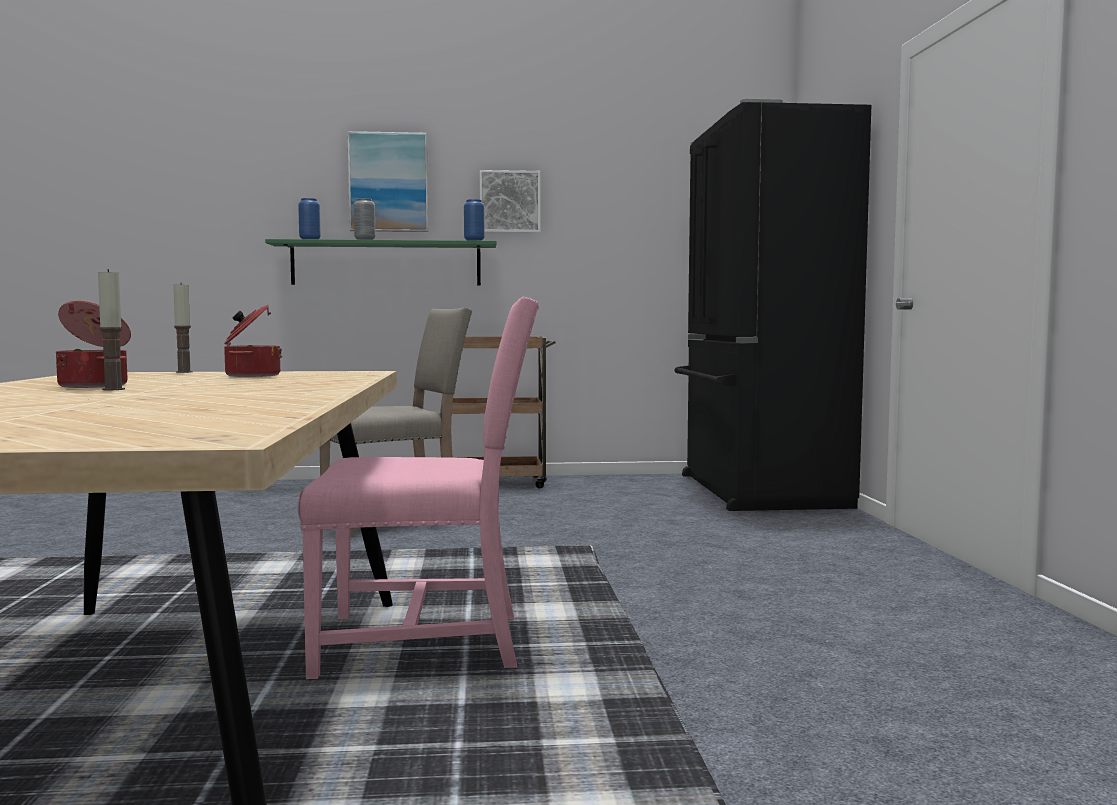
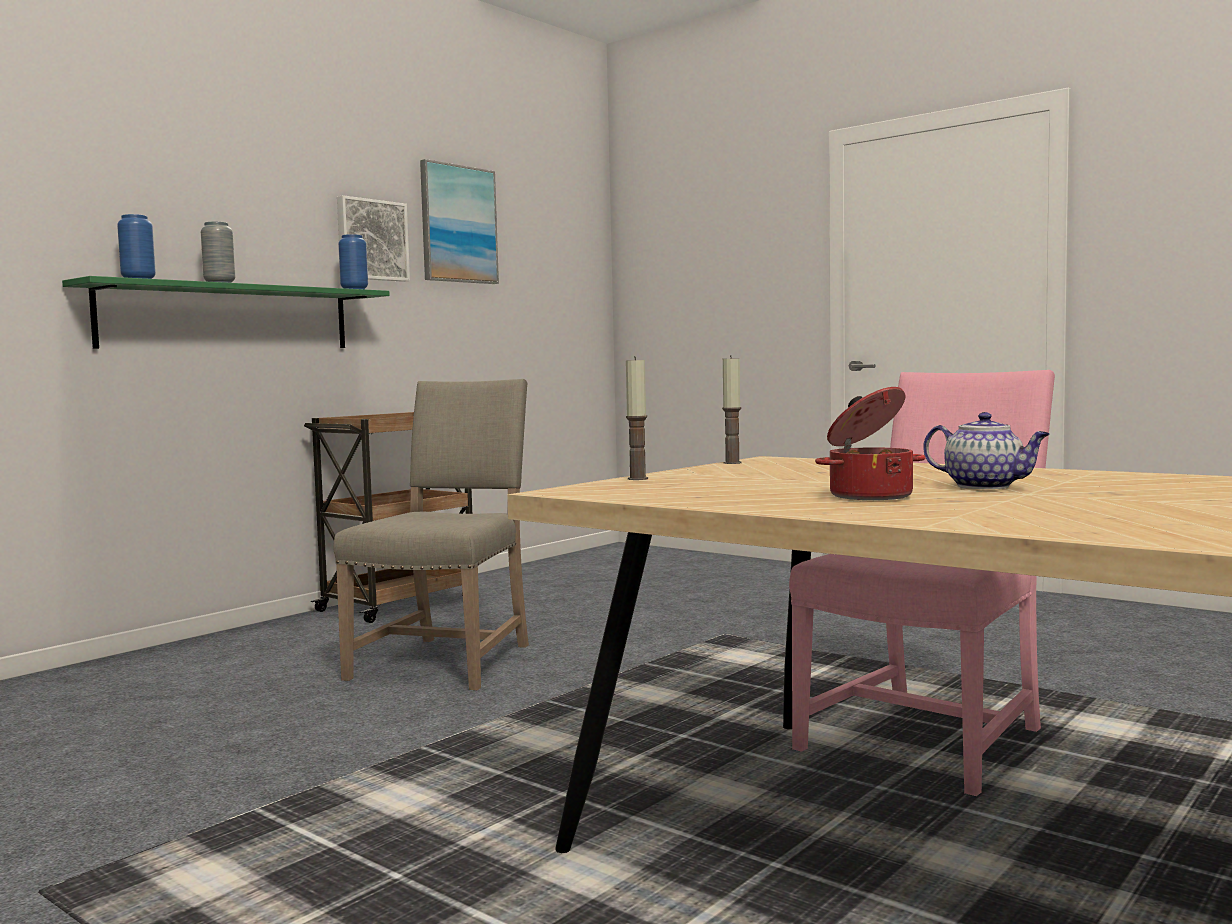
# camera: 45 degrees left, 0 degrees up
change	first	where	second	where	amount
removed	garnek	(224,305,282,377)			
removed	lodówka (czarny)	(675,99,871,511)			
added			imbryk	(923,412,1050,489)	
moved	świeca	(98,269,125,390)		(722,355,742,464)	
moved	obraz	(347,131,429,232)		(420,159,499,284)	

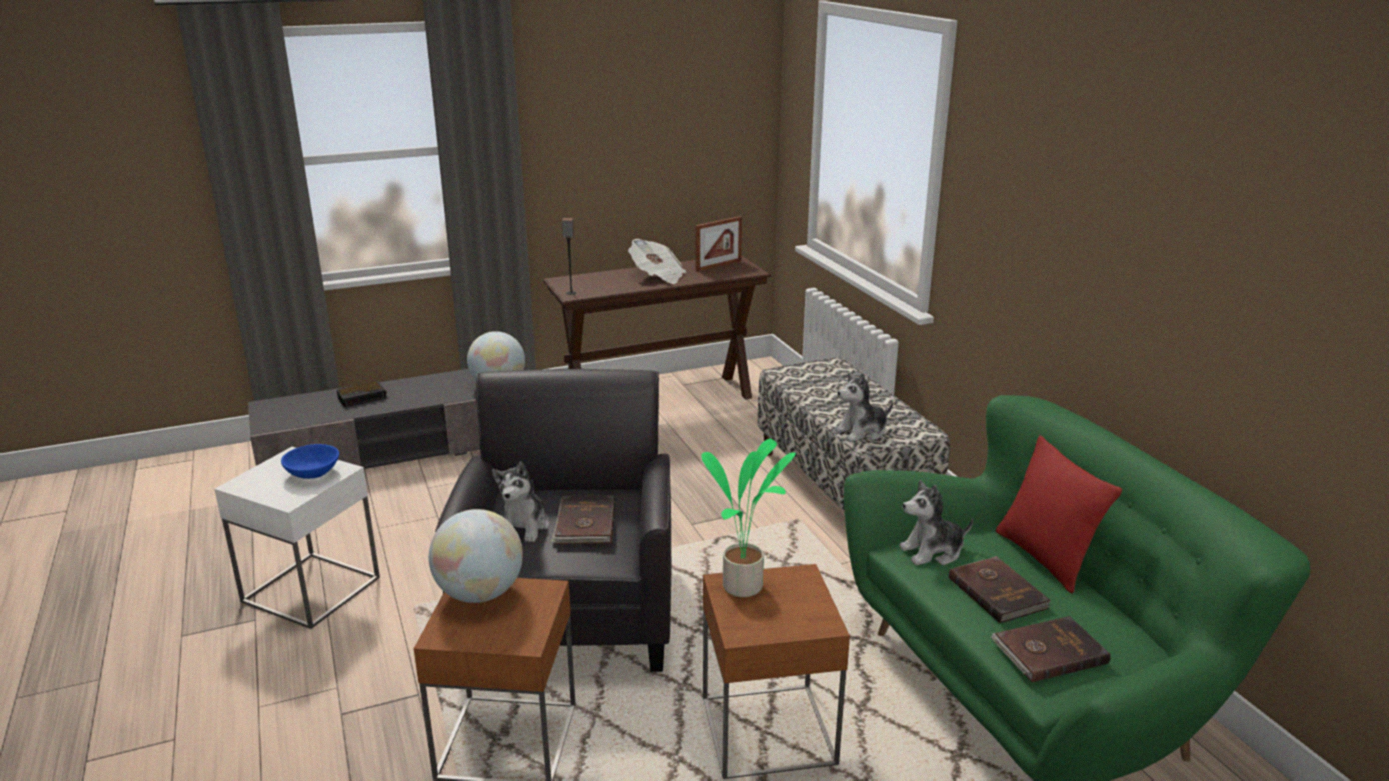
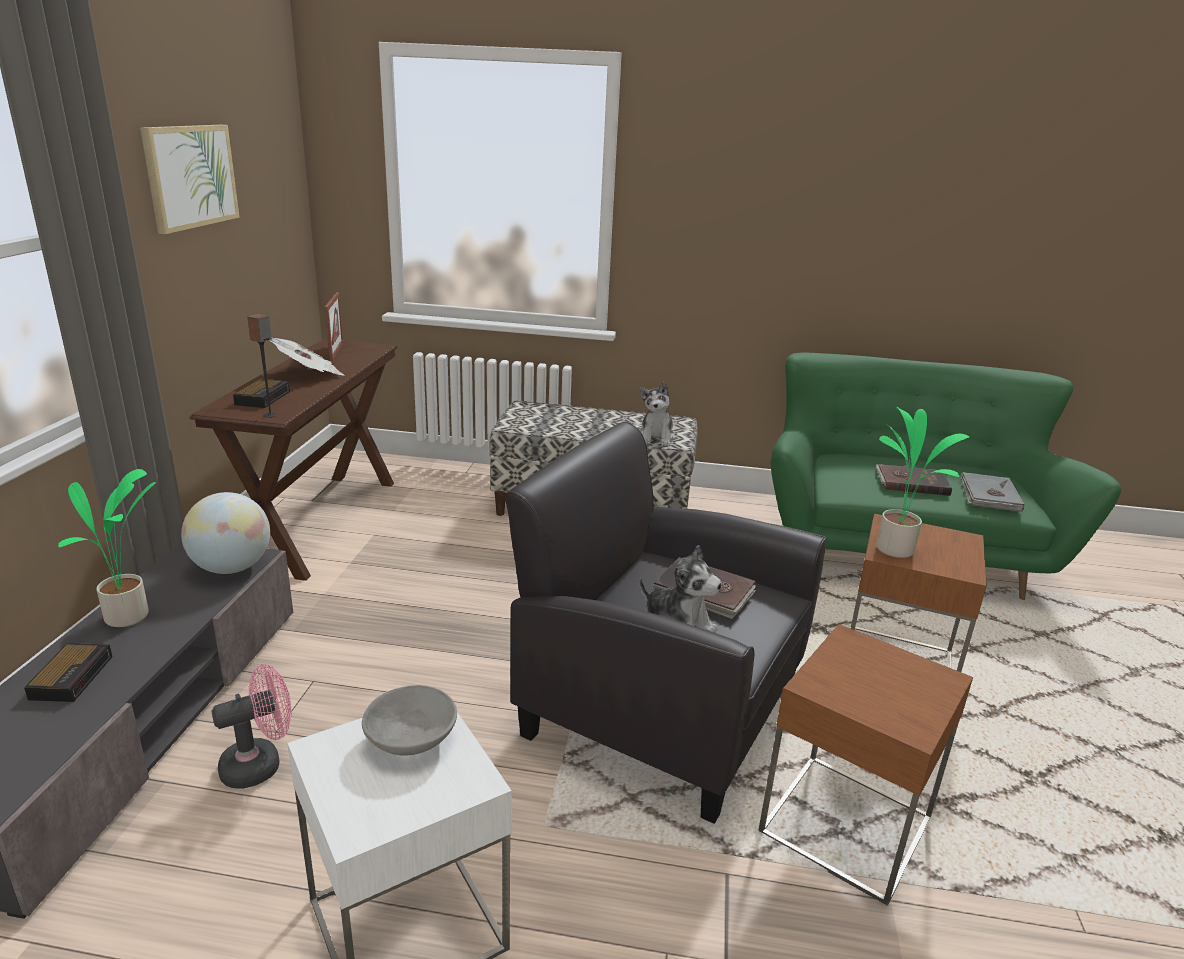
# camera: 60 degrees left, 0 degrees up
change	first	where	second	where	amount
removed	globus	(429,509,523,603)			
removed	pluszak	(899,480,974,565)			
removed	poduszka (czerwony)	(996,435,1123,594)			
added			roślina doniczkowa	(58,469,156,627)	
added			obraz	(140,125,240,234)	
added			wentylator (różowy)	(212,664,292,789)	
added			budzik	(233,379,290,408)	
recoloured	miska (niebieski)	(281,444,339,479)	miska (szary)	(362,685,457,755)	
recoloured	książka (brązowy)	(991,616,1111,683)	książka (szary)	(961,472,1024,512)	

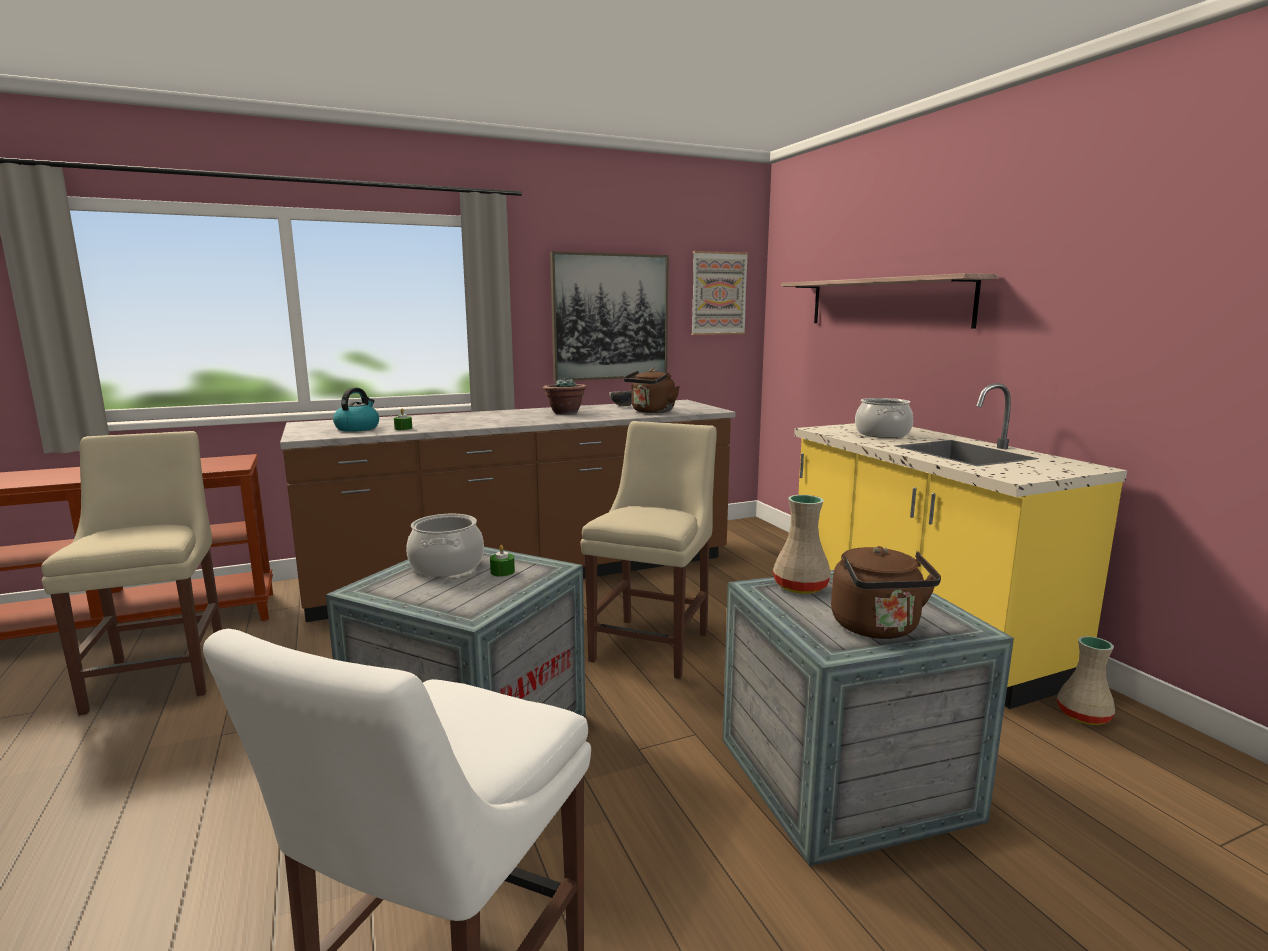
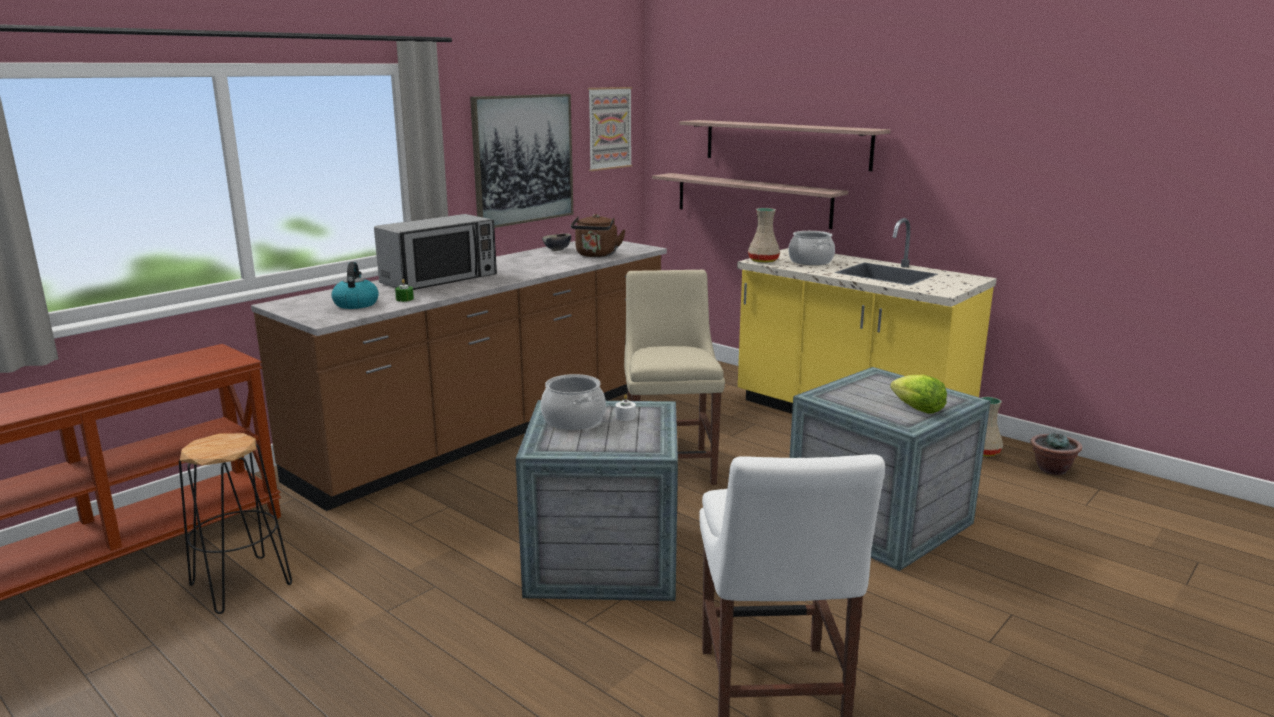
# camera: 25 degrees left, 5 degrees up
change	first	where	second	where	amount
added			mikrofalówka	(374,214,497,290)	
added			półka	(652,173,848,229)	
moved	roślina doniczkowa	(543,377,587,414)		(1030,432,1082,475)	
moved	wazon (beżowy)	(773,495,831,594)		(748,208,780,263)	
replaced	krzesło (beżowy)	(41,431,222,716)	stołek (czarny)	(179,433,292,614)	
replaced	czajnik (brązowy)	(831,546,941,639)	sałata	(890,375,947,414)	
recoloured	świeca (zielony)	(490,545,515,577)	świeca (biały)	(616,394,636,421)	

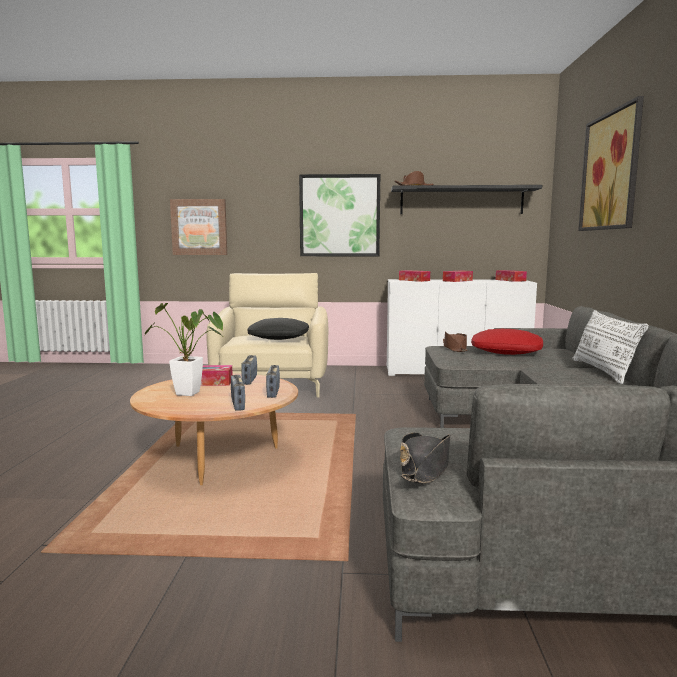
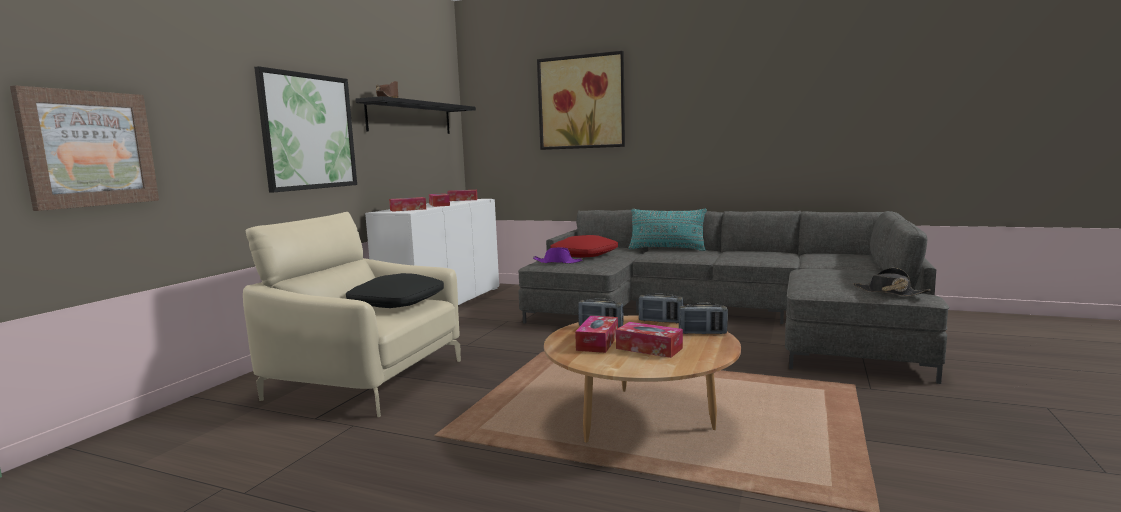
# camera: 70 degrees left, 0 degrees up
change	first	where	second	where	amount
replaced	roślina doniczkowa	(145,303,223,396)	pudełko chusteczek	(616,322,683,358)	
recoloured	kapelusz (brązowy)	(443,332,467,352)	kapelusz (fioletowy)	(533,247,583,264)	
recoloured	poduszka (biały)	(572,310,649,384)	poduszka (turkusowy)	(629,209,707,251)	

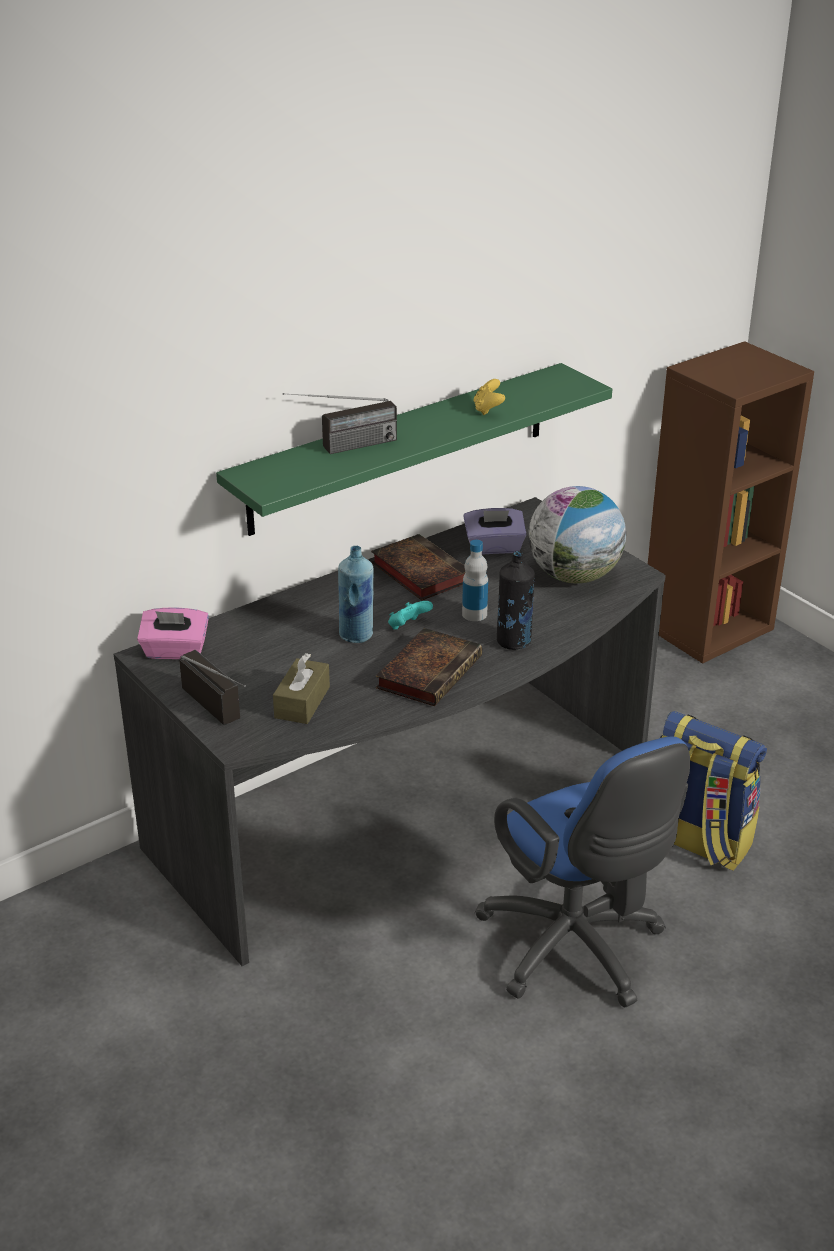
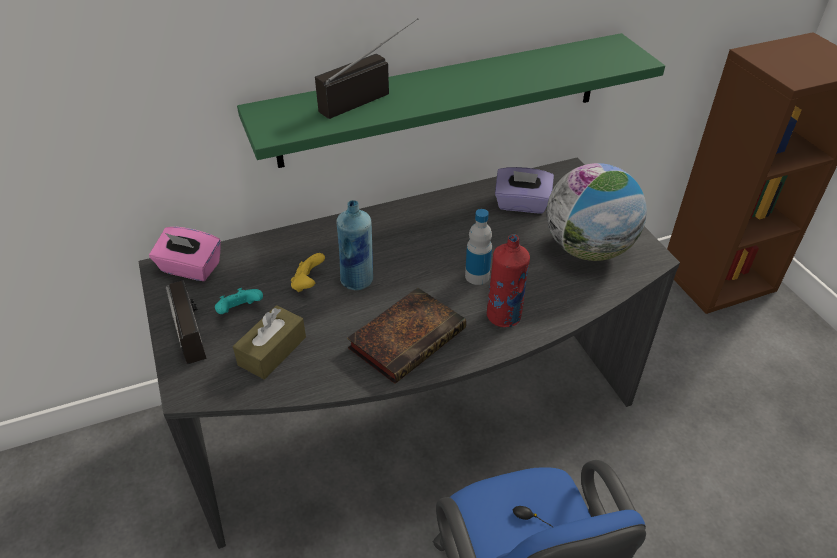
# camera: 15 degrees right, 10 degrees up
change	first	where	second	where	amount
removed	książka	(371,534,465,600)			
removed	plecak	(661,711,767,871)			
moved	pad do gier (turkusowy)	(388,601,433,630)		(215,288,263,314)	
moved	pad do gier (żółty)	(473,379,505,415)		(291,253,325,292)	
recoloured	butelka (czarny)	(497,551,535,650)	butelka (czerwony)	(487,234,530,327)	
turned	radio	(283,393,397,454)		(315,18,419,119)	150 degrees clockwise

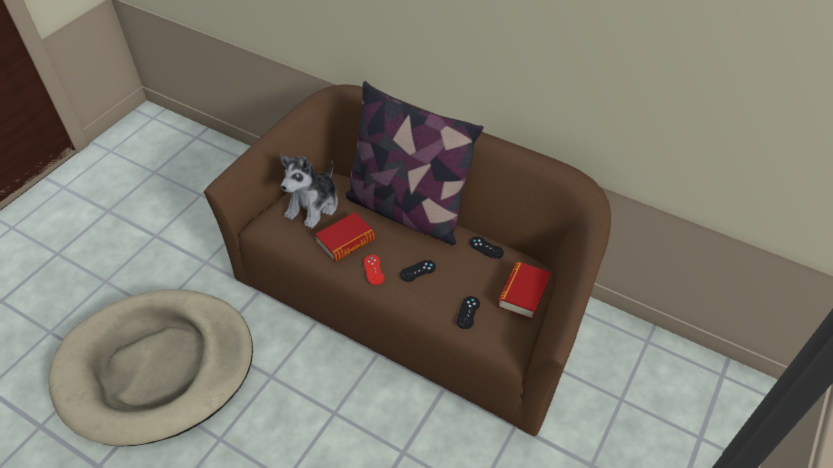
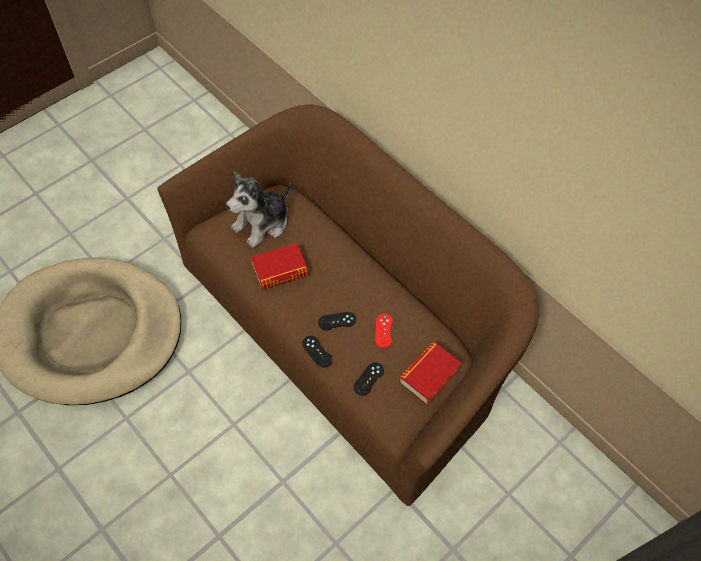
# camera: 15 degrees right, 10 degrees up
change	first	where	second	where	amount
removed	poduszka	(344,81,484,245)			
moved	pad do gier (czerwony)	(364,255,385,285)		(375,313,393,348)	
moved	pad do gier (czarny)	(470,237,504,259)		(302,336,332,368)	

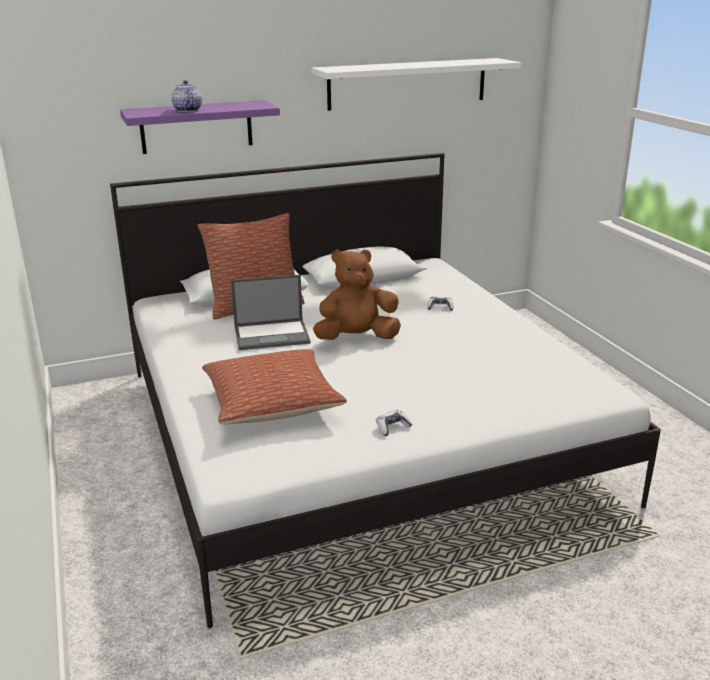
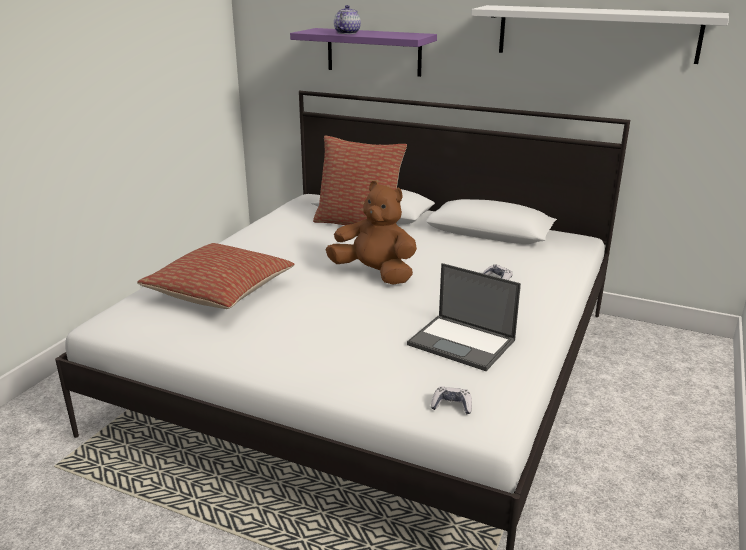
# camera: 45 degrees right, 0 degrees up
change	first	where	second	where	amount
moved	laptop	(231,275,310,350)		(407,263,521,371)	
moved	pad do gier	(376,410,413,436)		(431,386,472,414)	

